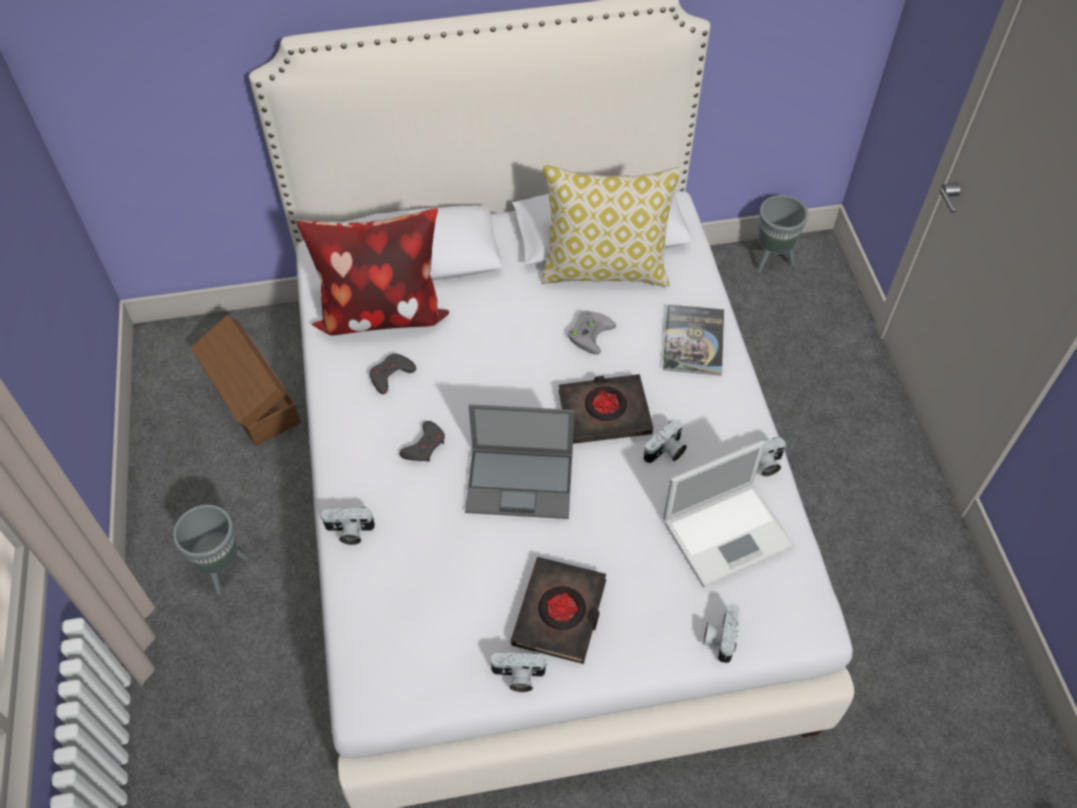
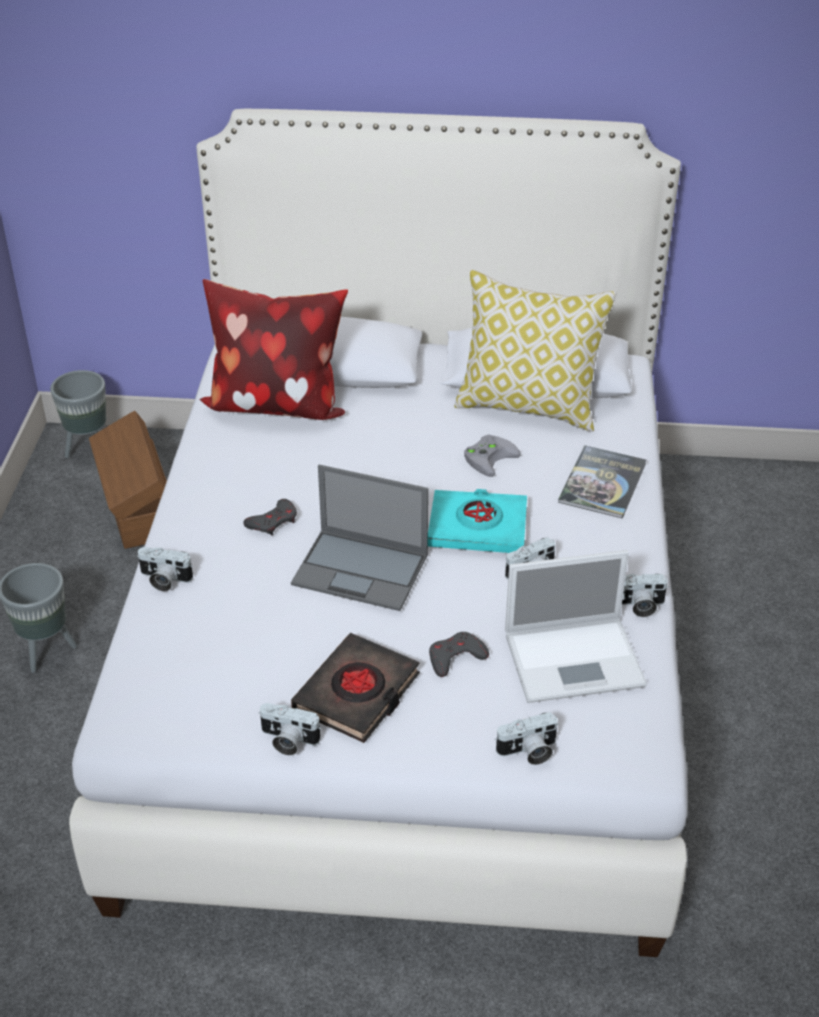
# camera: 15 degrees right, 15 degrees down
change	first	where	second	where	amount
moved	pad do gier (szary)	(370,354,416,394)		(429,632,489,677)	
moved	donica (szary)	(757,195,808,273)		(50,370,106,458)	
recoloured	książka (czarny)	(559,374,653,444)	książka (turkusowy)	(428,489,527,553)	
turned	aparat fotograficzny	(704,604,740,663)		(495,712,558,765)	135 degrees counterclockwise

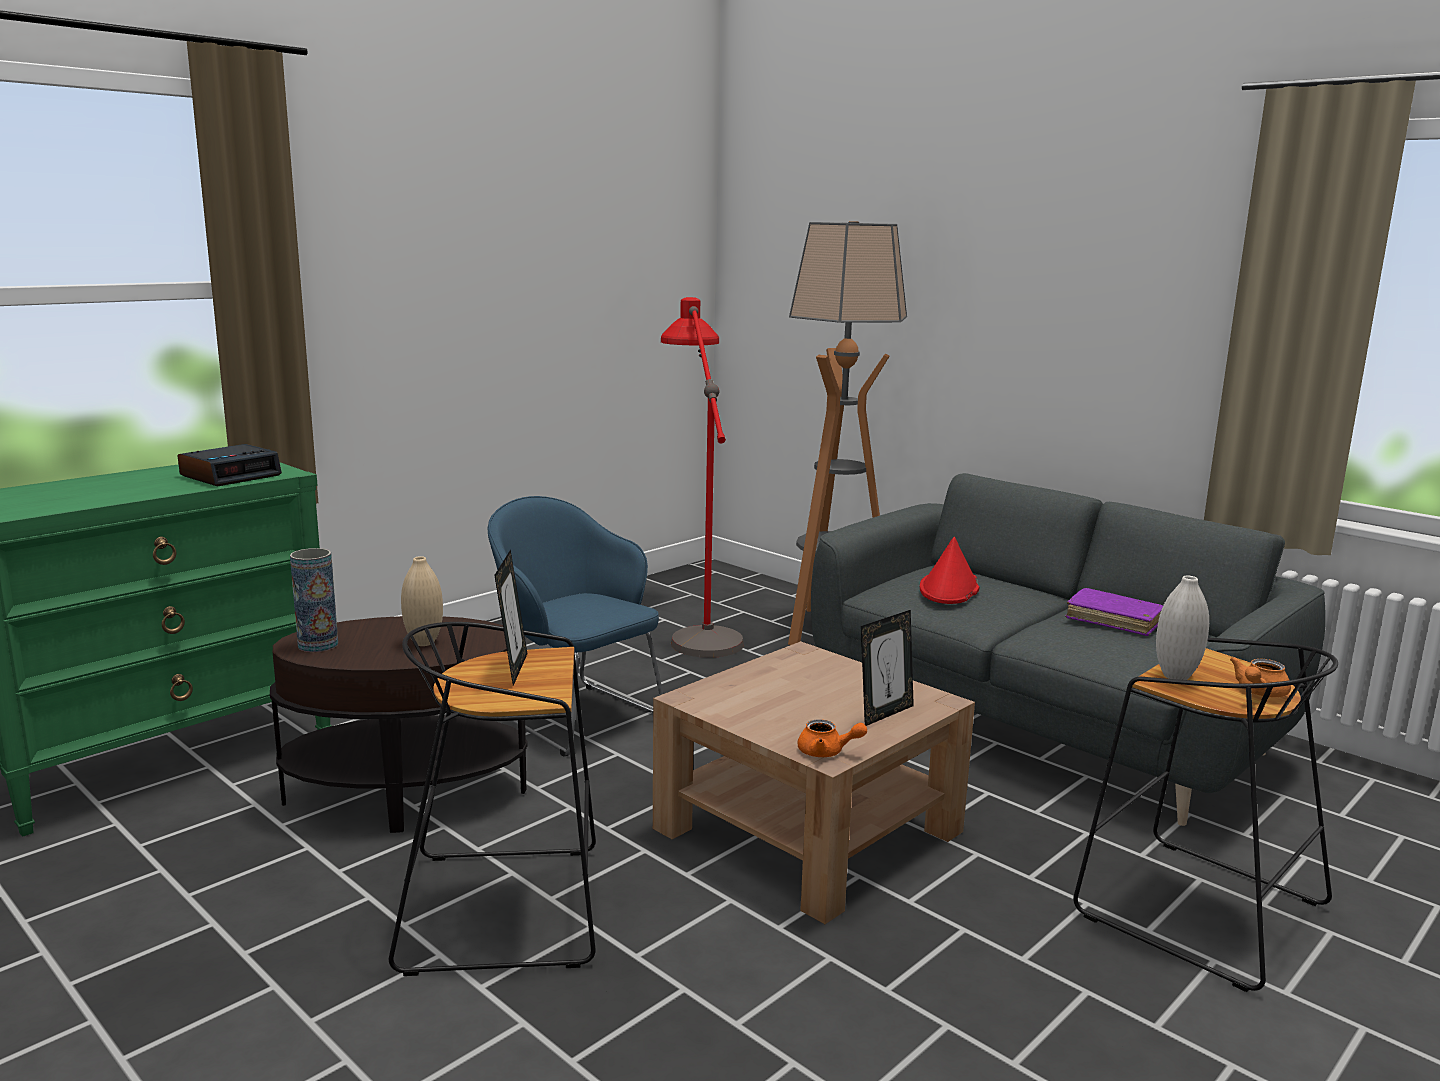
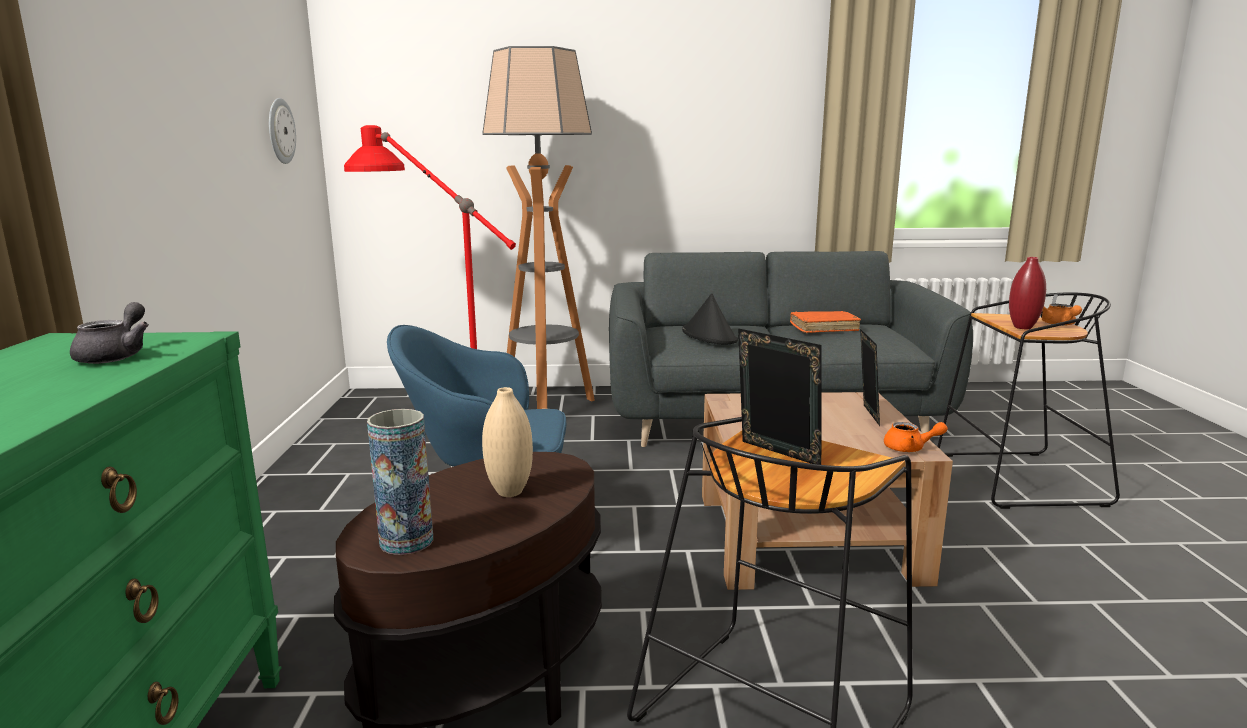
# camera: 45 degrees left, 0 degrees up
change	first	where	second	where	amount
added			zegar ścienny	(269,98,296,164)	
replaced	budzik	(178,444,282,486)	imbryk (szary)	(70,302,149,364)	
recoloured	kapelusz (czerwony)	(920,537,980,604)	kapelusz (czarny)	(682,294,738,345)	
recoloured	książka (fioletowy)	(1065,588,1163,636)	książka (pomarańczowy)	(790,311,861,333)	
recoloured	wazon (biały)	(1156,576,1209,680)	wazon (czerwony)	(1009,257,1046,329)	
turned	imbryk (pomarańczowy)	(797,719,867,757)		(884,422,948,452)	45 degrees clockwise

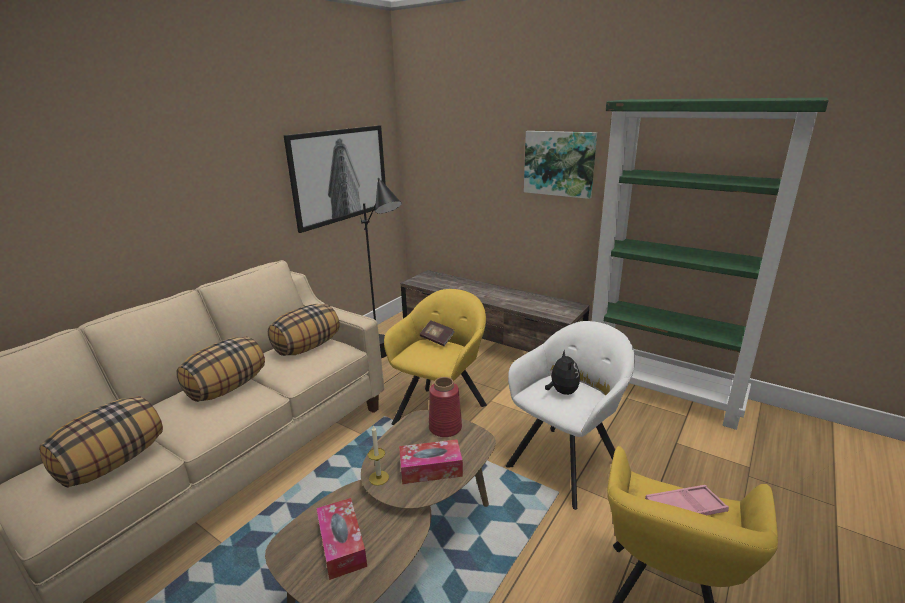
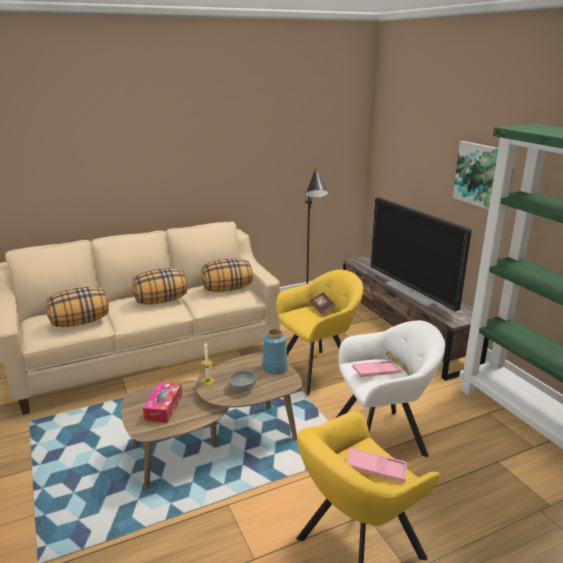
# camera: 30 degrees right, 0 degrees up
change	first	where	second	where	amount
removed	obraz	(283,125,386,233)			
added			telewizor	(370,197,472,313)	
replaced	pudełko chusteczek	(399,439,463,484)	miska (szary)	(228,370,257,392)	
replaced	pluszak	(545,350,580,395)	taca (różowy)	(352,360,402,378)	
recoloured	wazon (czerwony)	(429,377,462,437)	wazon (niebieski)	(262,329,288,375)	

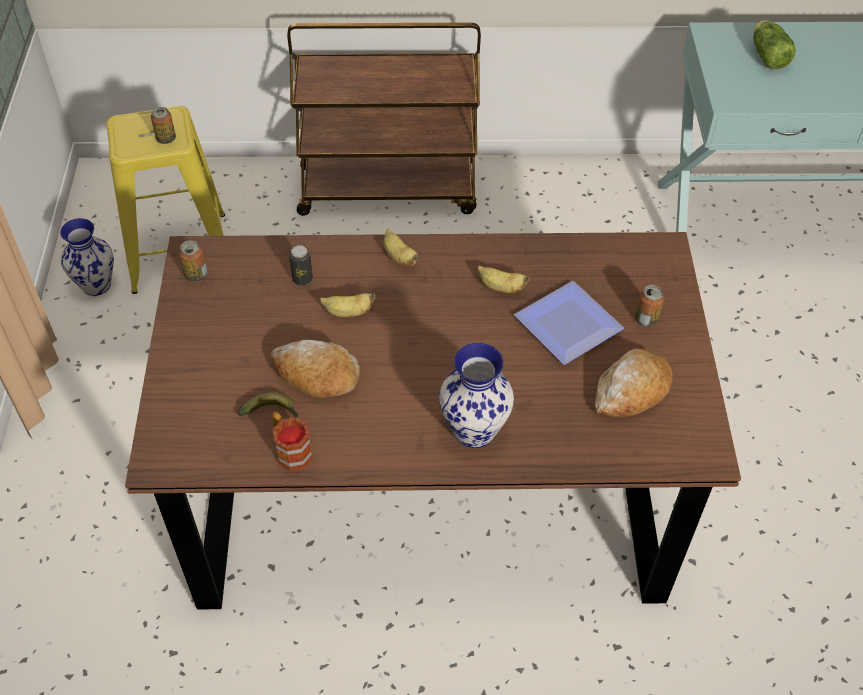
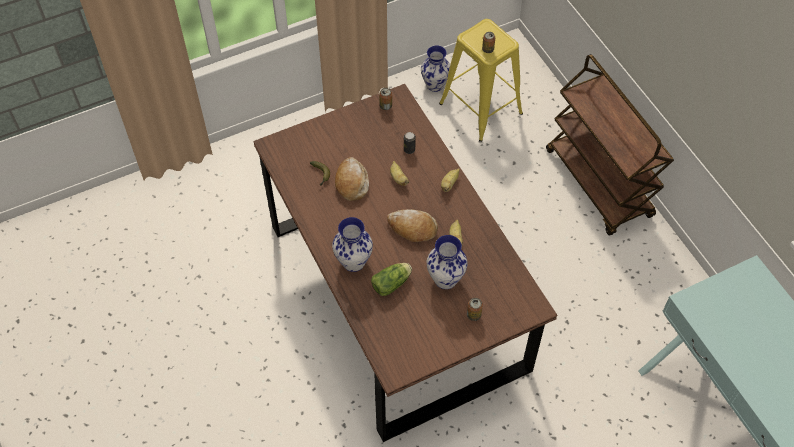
# camera: 65 degrees right, 5 degrees up
change	first	where	second	where	amount
removed	kubek	(272,412,313,471)			
moved	chleb	(595,349,672,417)		(387,209,438,242)	
moved	sałata	(753,20,795,69)		(371,263,412,296)	
replaced	talerz	(514,281,624,365)	wazon	(427,235,468,289)	

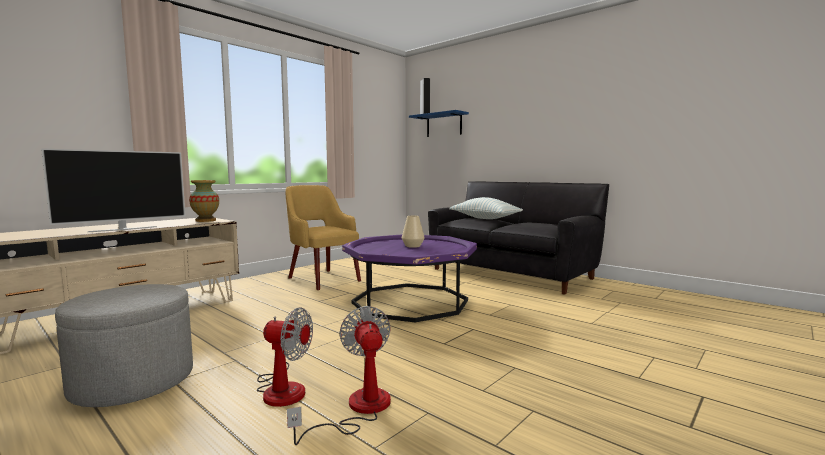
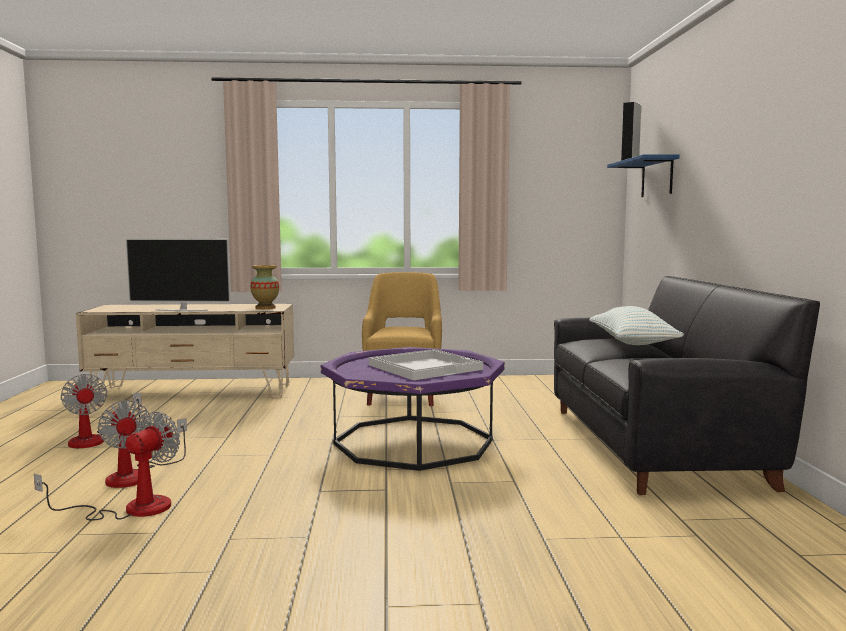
# camera: 45 degrees right, 0 degrees up
change	first	where	second	where	amount
replaced	pufa (szary)	(55,284,193,407)	wentylator	(61,374,142,448)	
replaced	wazon (beżowy)	(402,216,425,248)	taca (biały)	(369,349,483,380)	

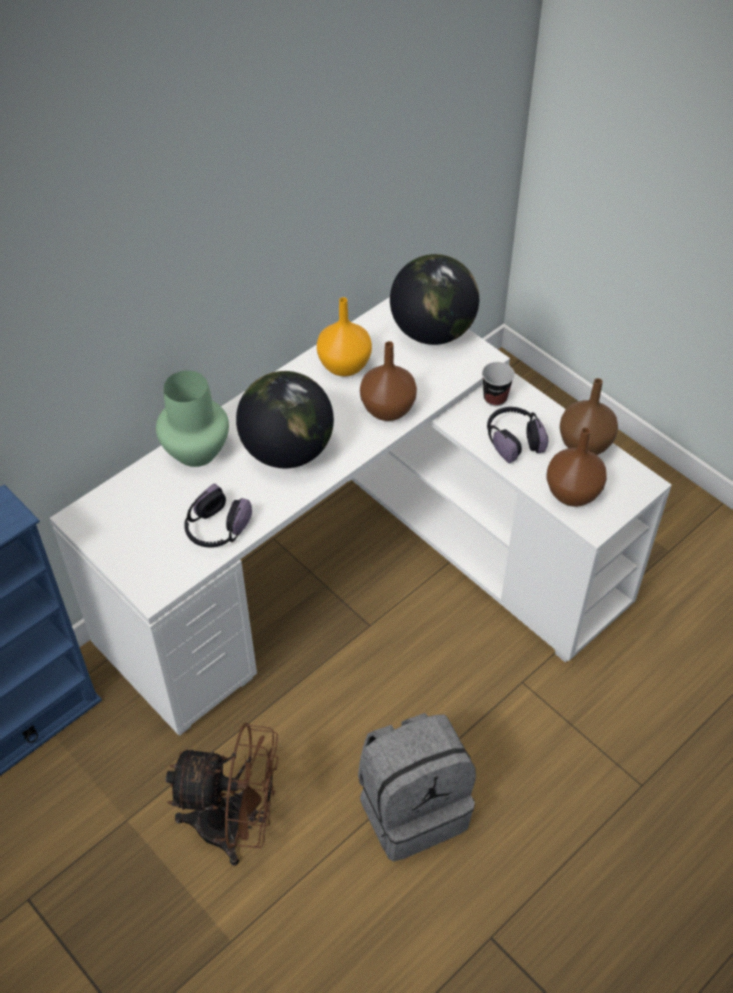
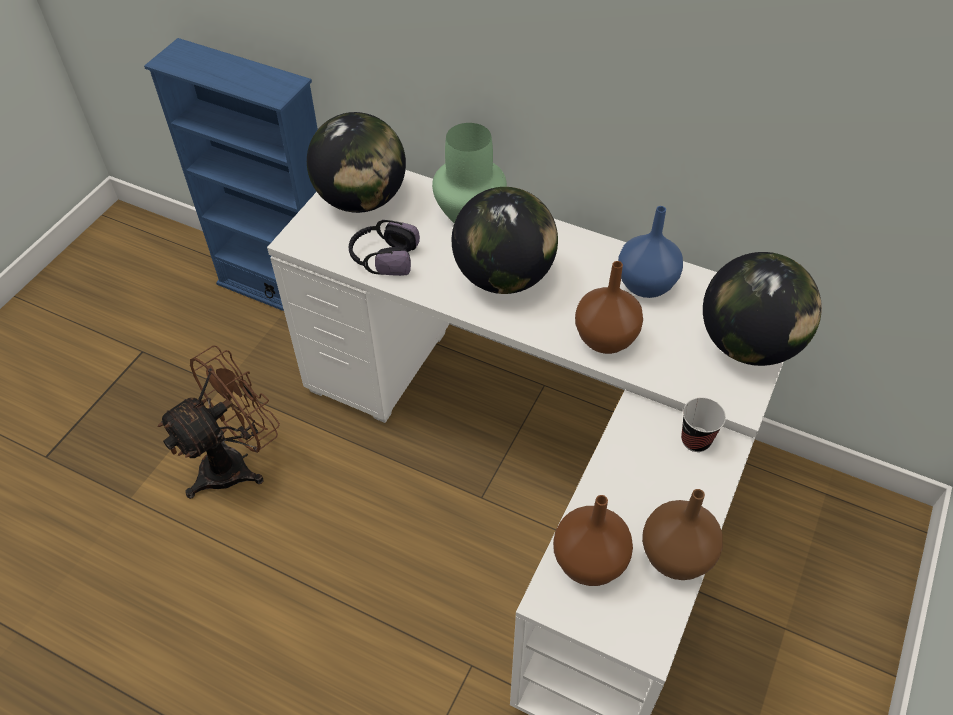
# camera: 70 degrees right, 0 degrees up
change	first	where	second	where	amount
removed	plecak (szary)	(358,713,476,862)			
removed	słuchawki	(487,407,548,463)			
added			globus	(307,112,406,213)	
recoloured	wazon (pomarańczowy)	(317,297,372,376)	wazon (niebieski)	(618,206,683,298)	
turned	wentylator (brązowy)	(166,723,278,866)		(158,345,280,499)	120 degrees counterclockwise

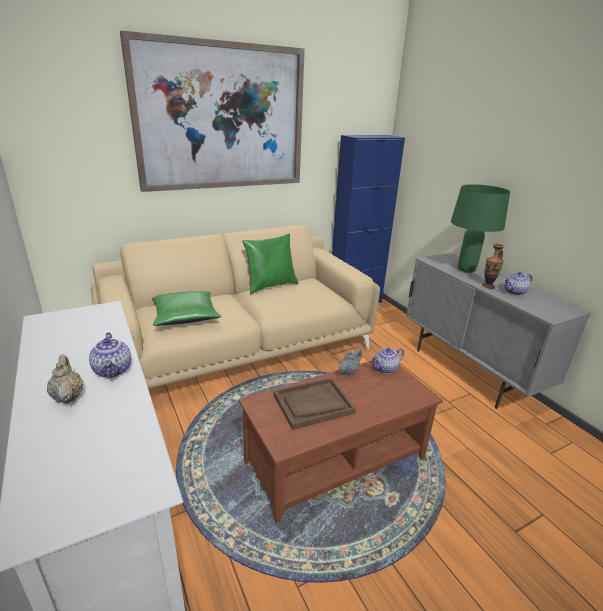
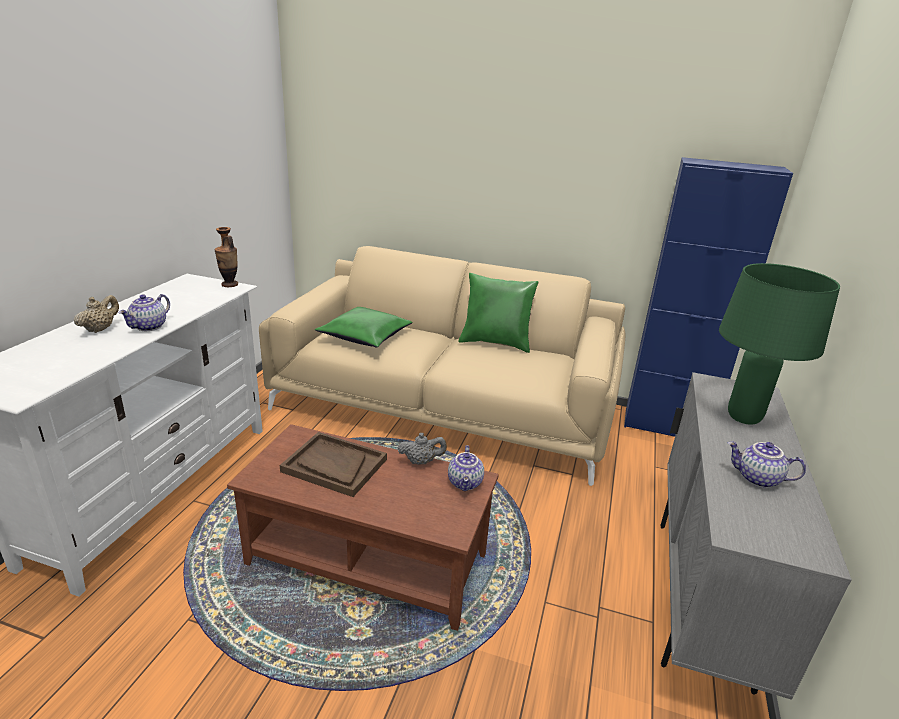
# camera: 45 degrees right, 0 degrees up
change	first	where	second	where	amount
removed	obraz	(120,31,305,192)			
moved	wazon	(482,244,504,289)		(214,227,238,287)	
turned	imbryk	(371,347,404,374)		(448,445,484,491)	105 degrees counterclockwise

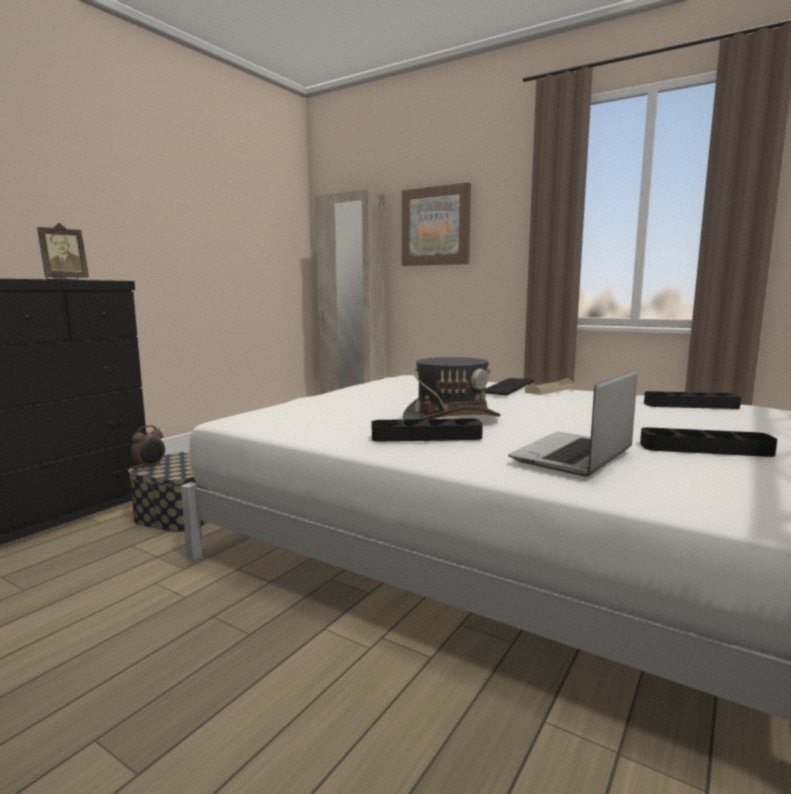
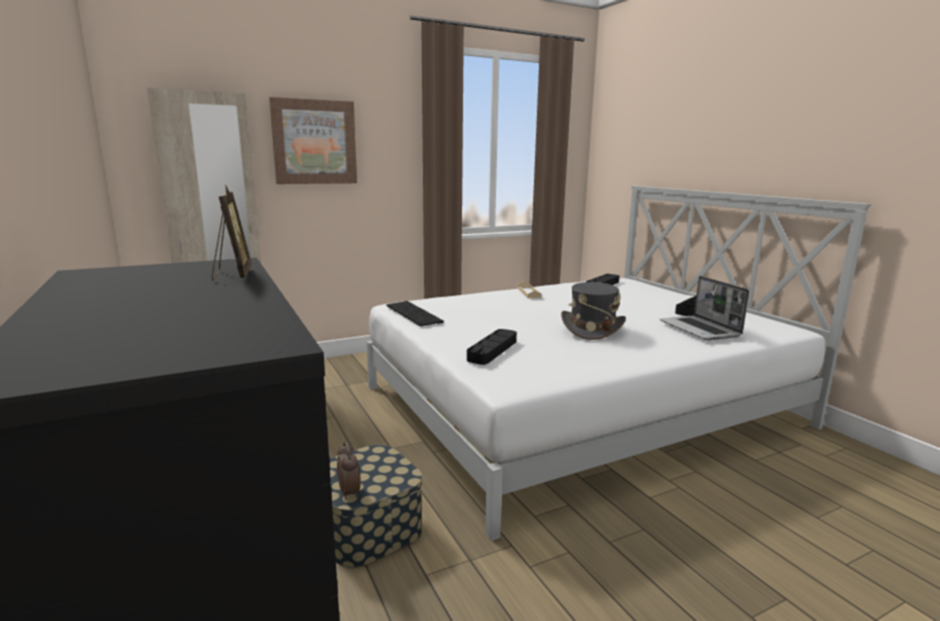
# camera: 60 degrees left, 5 degrees up
change	first	where	second	where	amount
moved	taca (czarny)	(372,418,483,442)		(467,329,517,365)	
moved	klawiatura	(485,378,534,396)		(386,301,444,326)	

